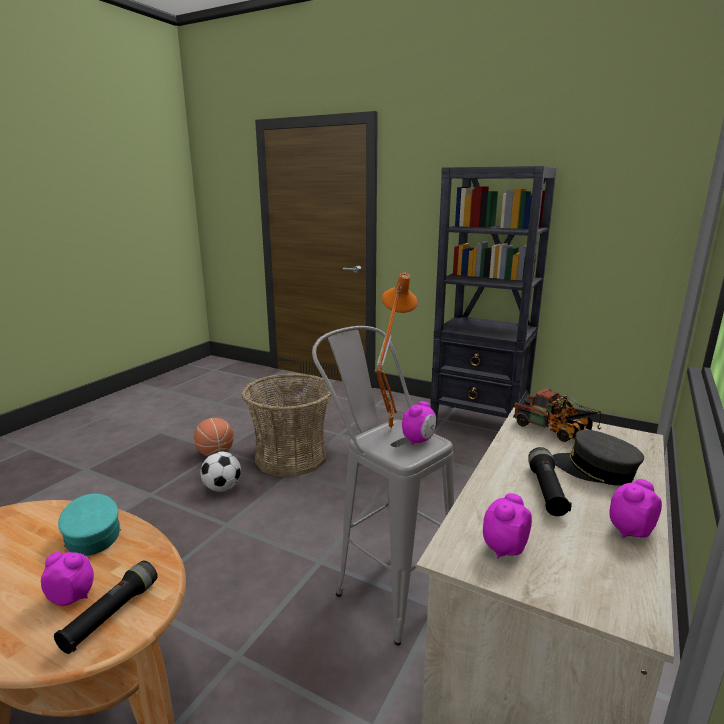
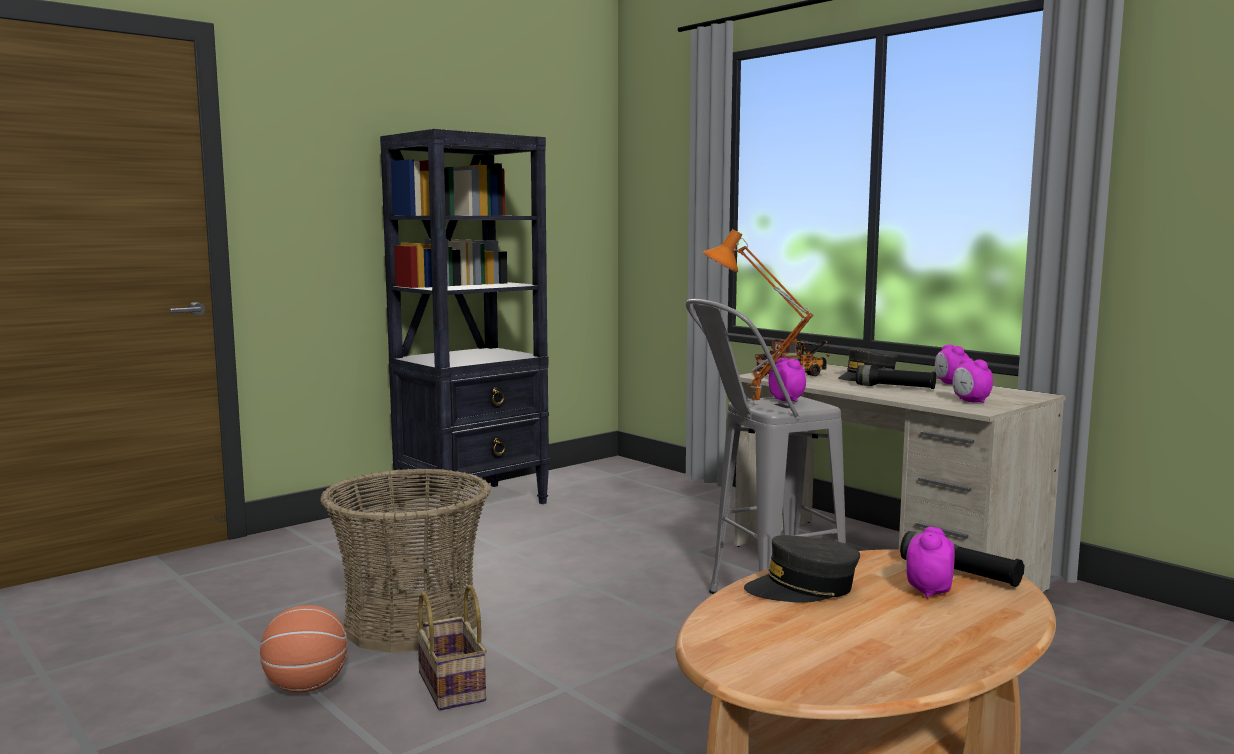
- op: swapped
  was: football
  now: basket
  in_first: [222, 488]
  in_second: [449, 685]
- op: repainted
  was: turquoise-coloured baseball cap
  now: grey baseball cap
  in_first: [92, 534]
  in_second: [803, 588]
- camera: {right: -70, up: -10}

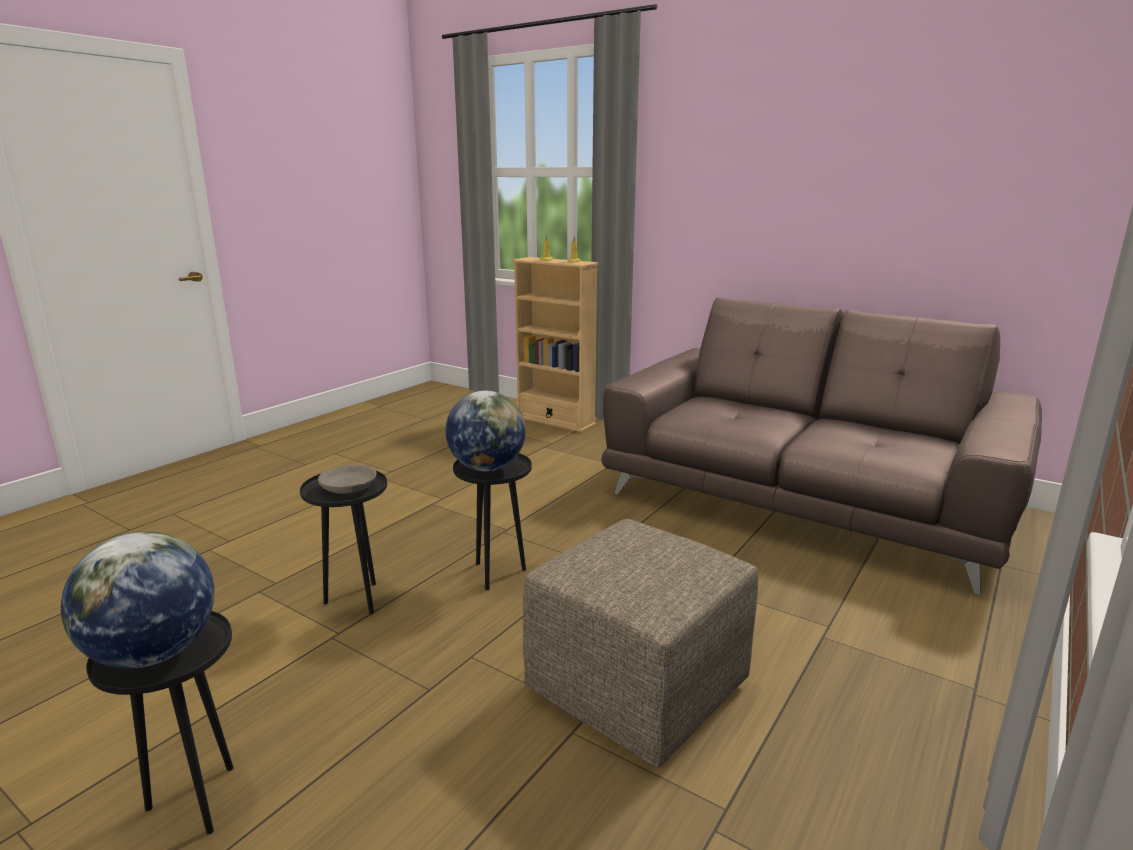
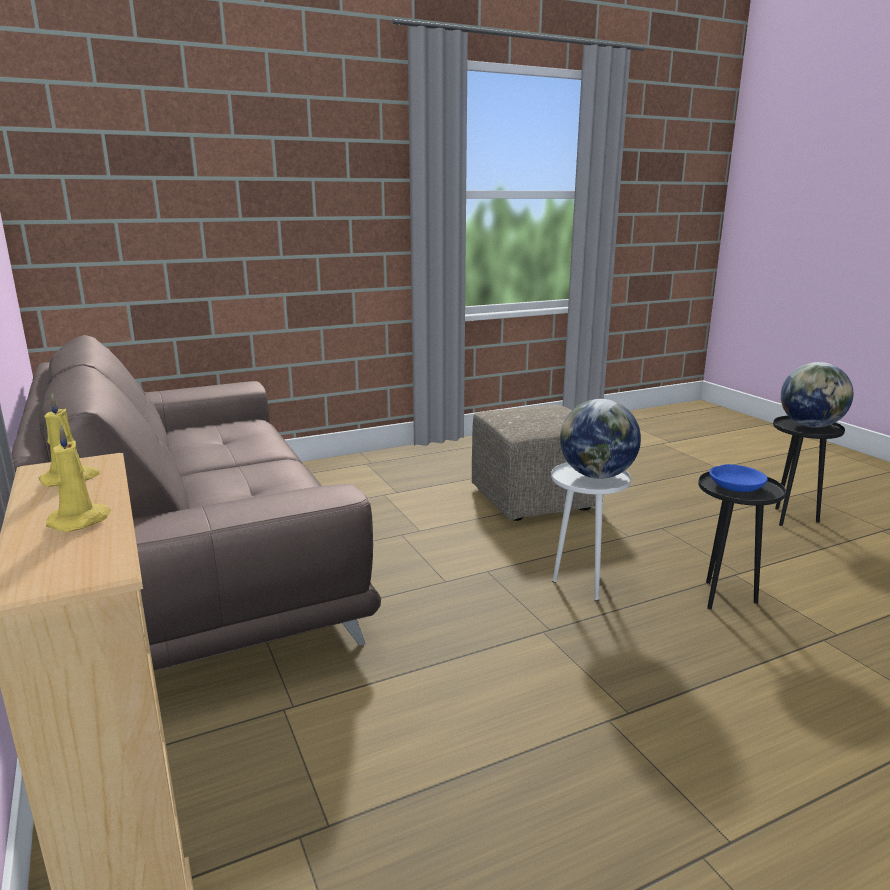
- op: repainted
  was: blackish accent table
  now: white-coloured accent table
  in_first: [496, 574]
  in_second: [582, 584]
- op: repainted
  was: grey serving bowl
  now: blue-coloured serving bowl
  in_first: [349, 487]
  in_second: [735, 486]
- camera: {right: -150, up: 0}

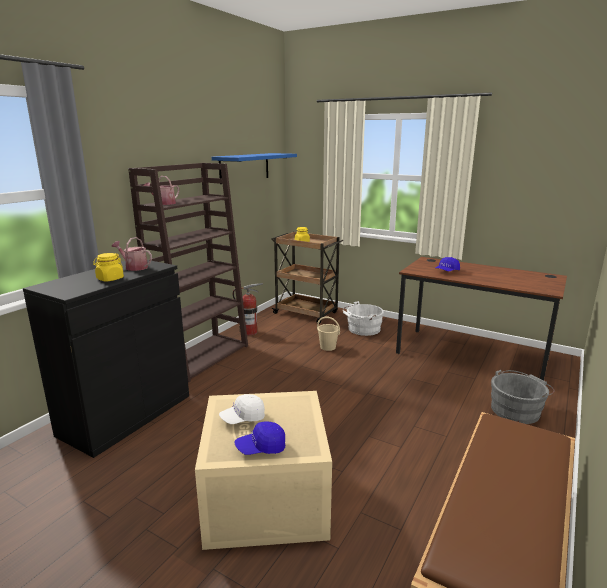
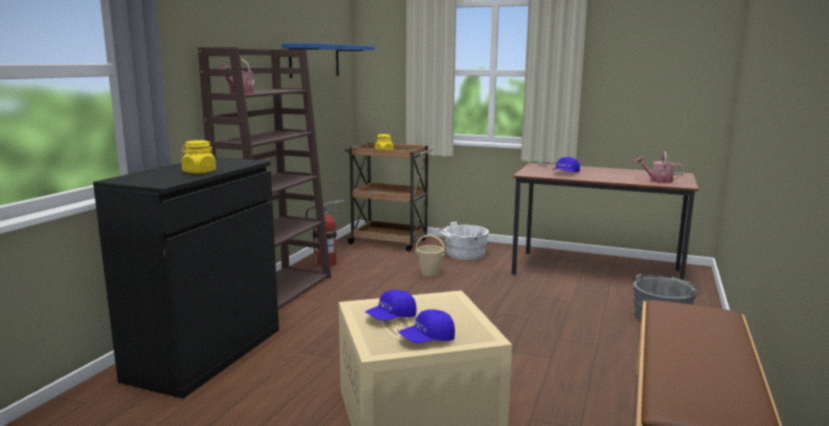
- op: repainted
  was: white-coloured baseball cap
  now: blue-coloured baseball cap
  in_first: [243, 418]
  in_second: [391, 317]
- op: shifted
  was: watering pot
  in_first: [134, 267]
  in_second: [658, 181]
- camera: {right: -10, up: -5}

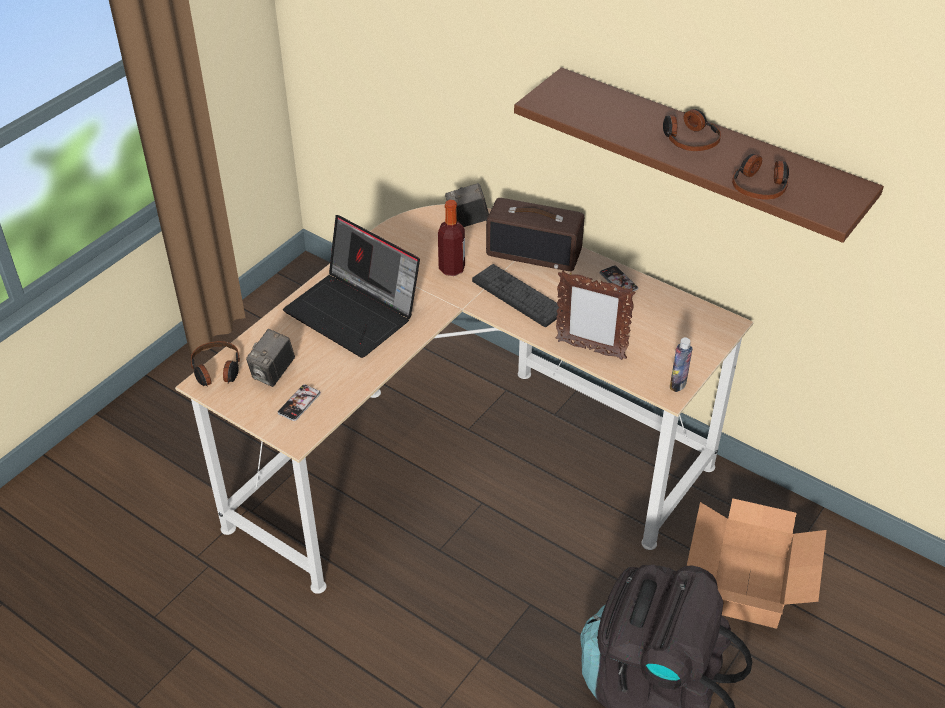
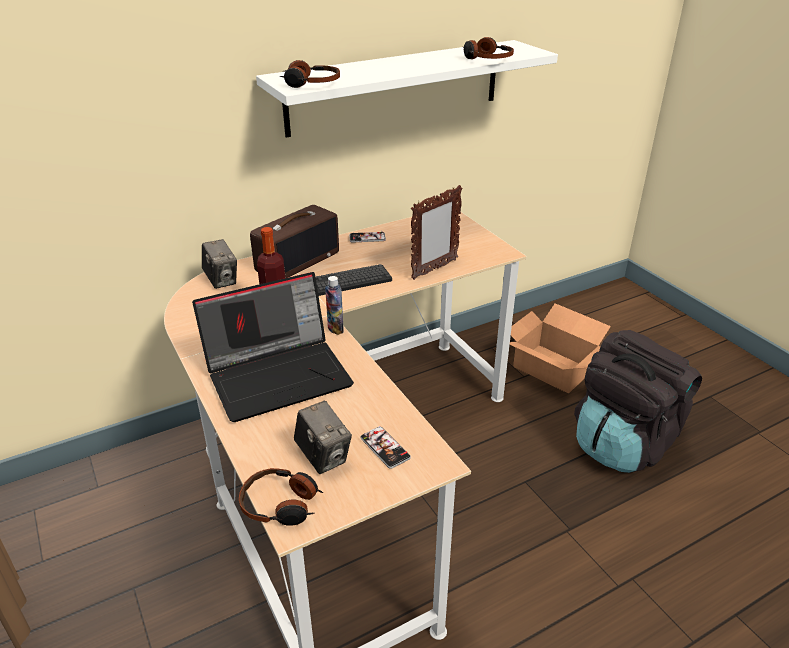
- op: rotated
  was: still camera
  in_first: [467, 221]
  in_second: [221, 280]
  clockwise: -45
- op: repainted
  was: brown-coloured wall shelf
  now: white-coloured wall shelf
  in_first: [707, 153]
  in_second: [395, 87]
- op: shifted
  was: headset
  in_first: [689, 139]
  in_second: [311, 83]
- op: shifted
  was: beverage bottle
  in_first: [678, 384]
  in_second: [335, 328]
- camera: {right: -65, up: -10}

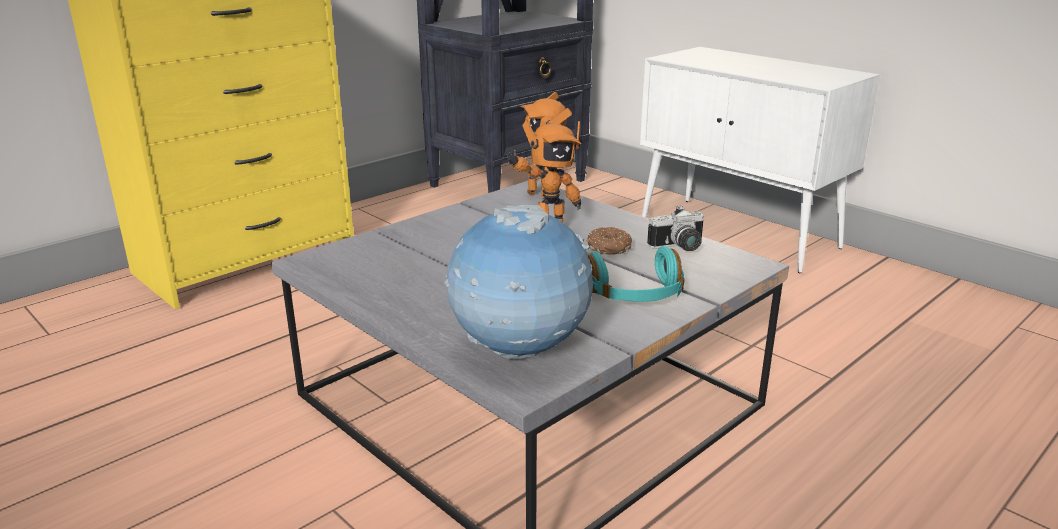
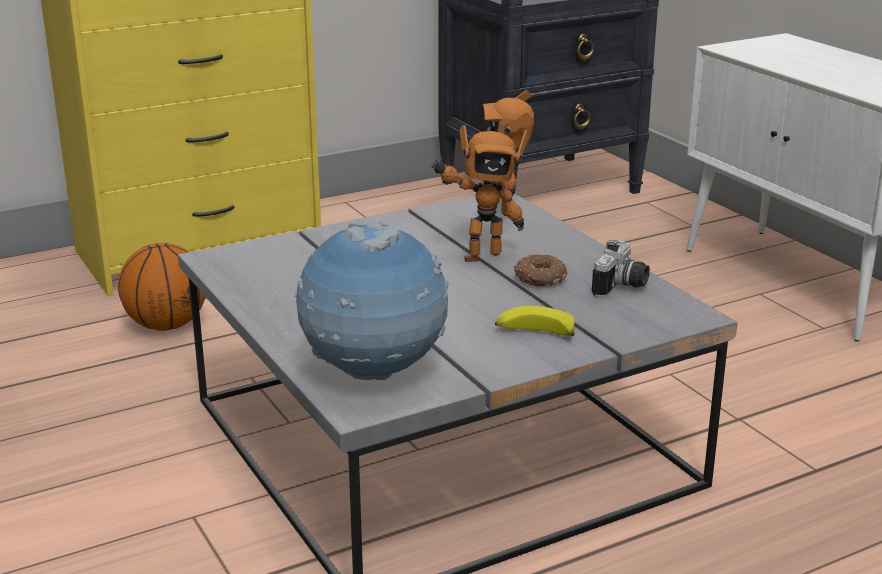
- op: new
  now: basketball
  in_second: [167, 325]
- op: swapped
  was: turquoise-coloured headset
  now: banana fruit
  in_first: [636, 295]
  in_second: [534, 333]
- op: rotated
  was: still camera
  in_first: [679, 247]
  in_second: [622, 287]
  clockwise: -60
- camera: {right: 15, up: 0}

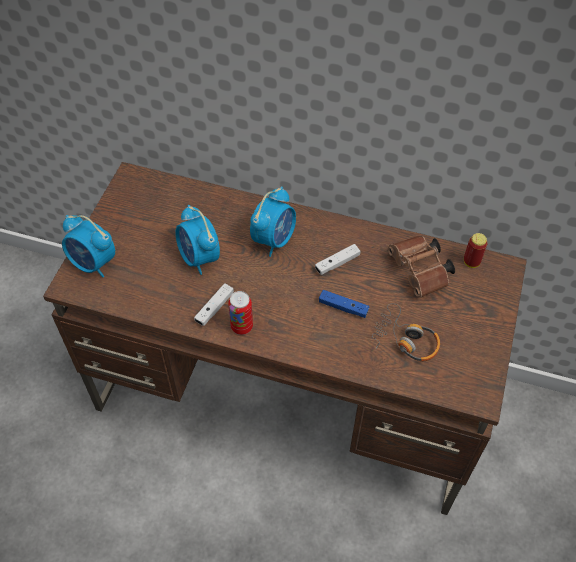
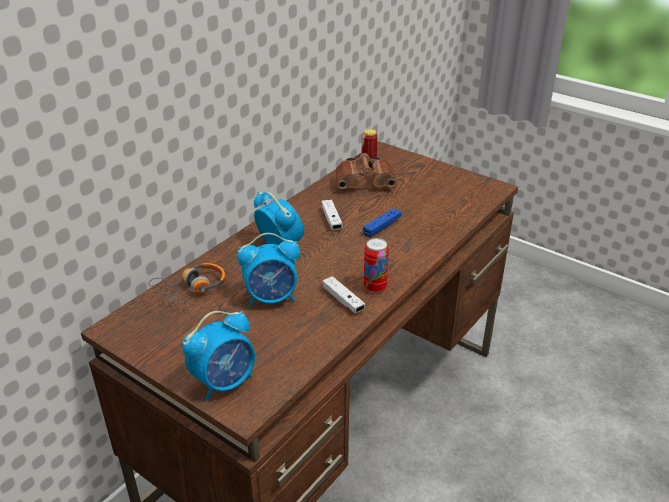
- op: shifted
  was: headset
  in_first: [405, 340]
  in_second: [191, 290]
- camera: {right: -70, up: -20}

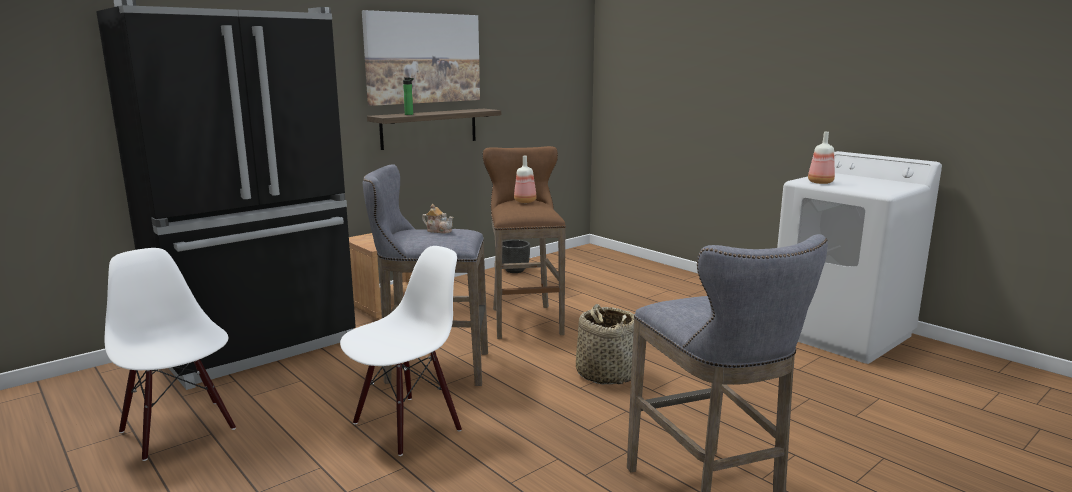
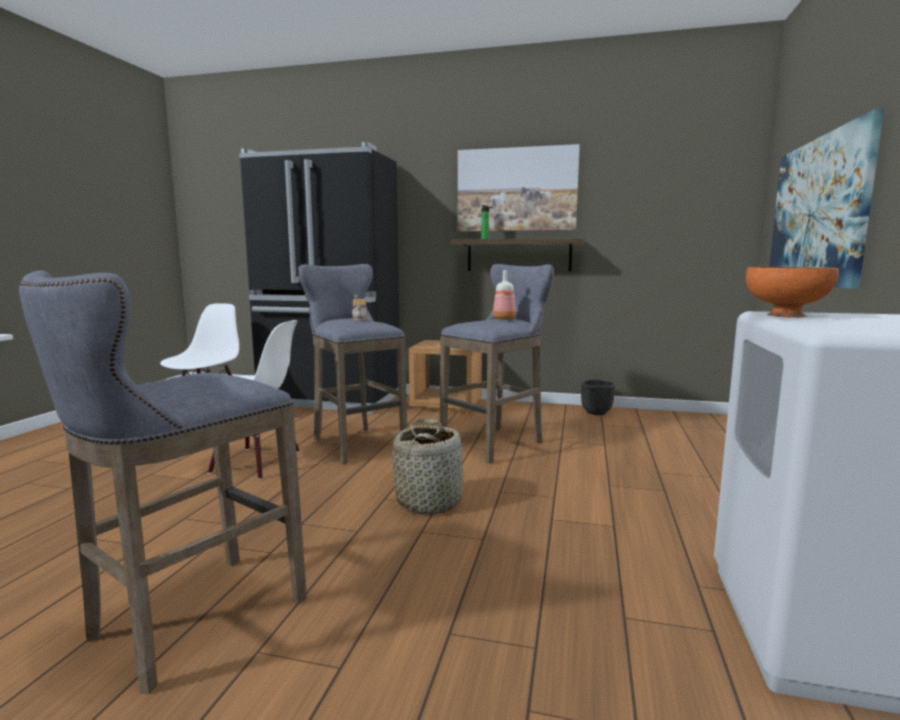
- op: repainted
  was: brown-coloured stool
  now: grey stool
  in_first: [524, 319]
  in_second: [496, 443]
- op: swapped
  was: beverage bottle
  now: orange-coloured serving bowl
  in_first: [819, 182]
  in_second: [785, 315]
- op: new
  now: wall art
  in_second: [817, 212]
- camera: {right: 55, up: -5}

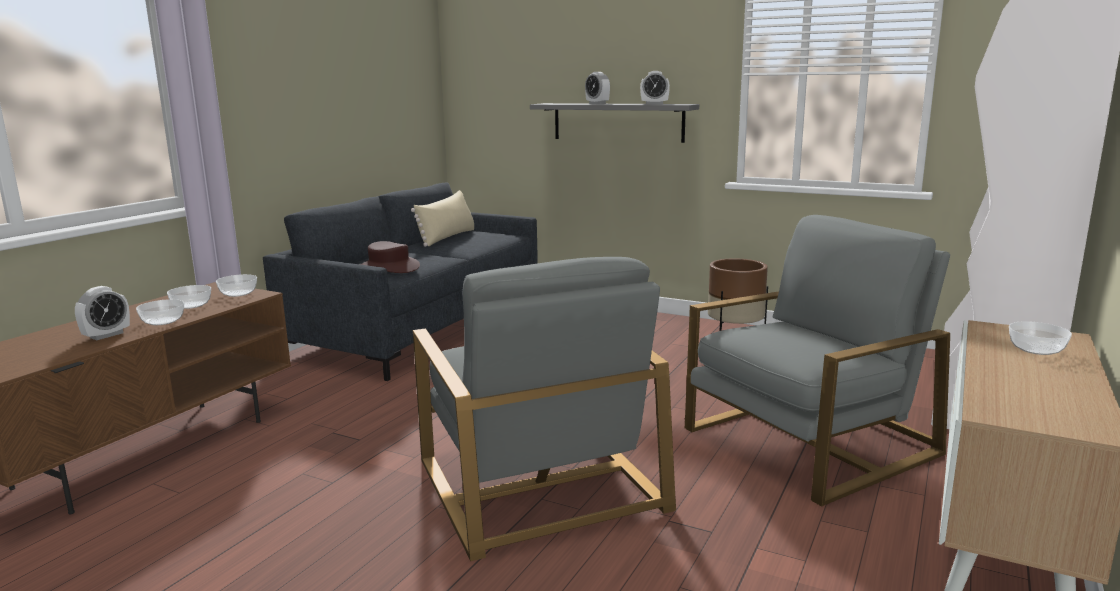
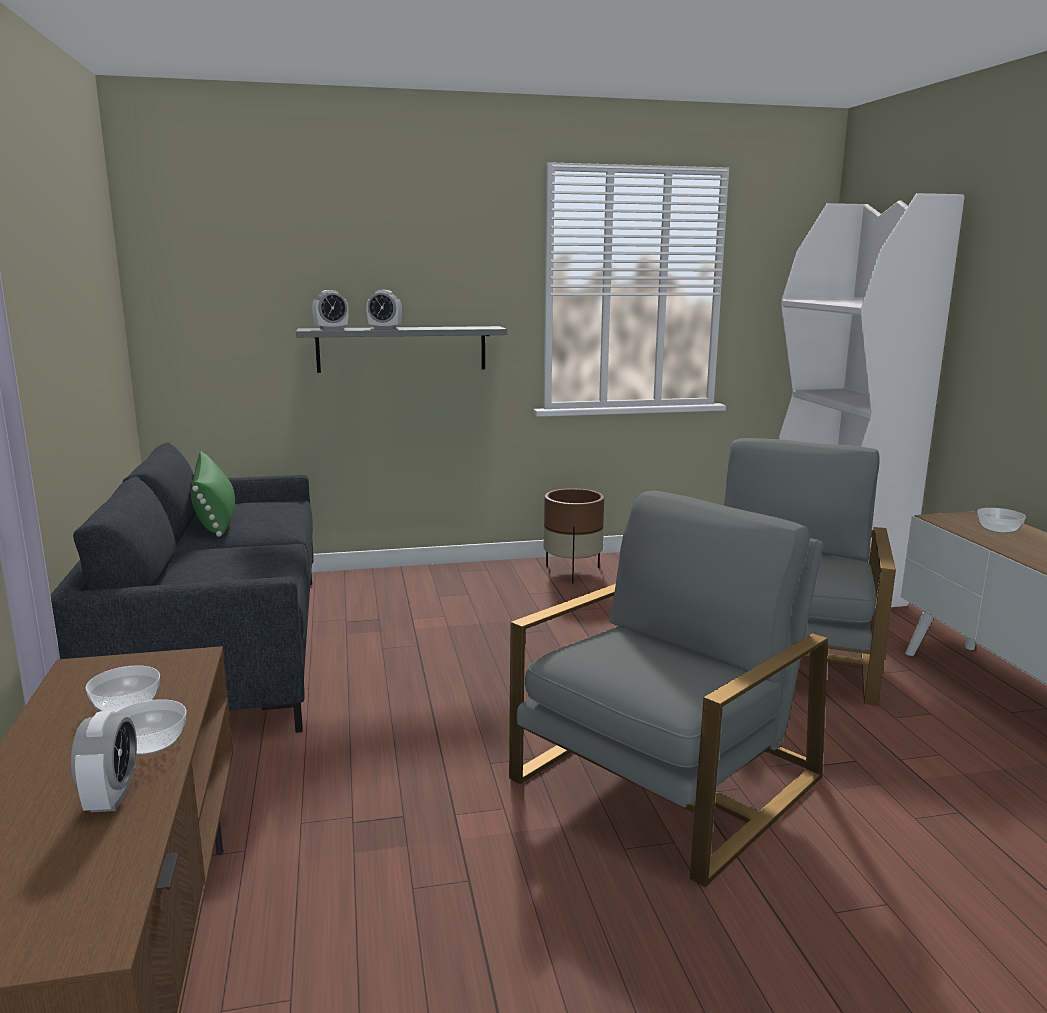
- op: repainted
  was: beige cushion
  now: greenish cushion
  in_first: [447, 237]
  in_second: [216, 518]
- op: shifted
  was: bedside clock
  in_first: [654, 104]
  in_second: [331, 329]
- op: rotated
  was: grey lounge chair
  in_first: [537, 483]
  in_second: [665, 780]
  clockwise: -75
- op: gone
  was: serving bowl
  in_first: [239, 293]
- op: gone
  was: brown-coloured wearable hat
  in_first: [389, 267]
- camera: {right: -40, up: 0}

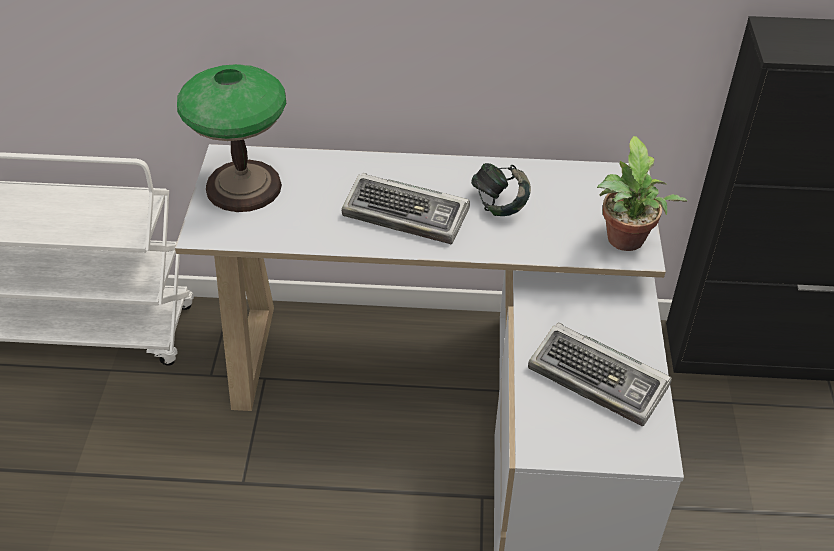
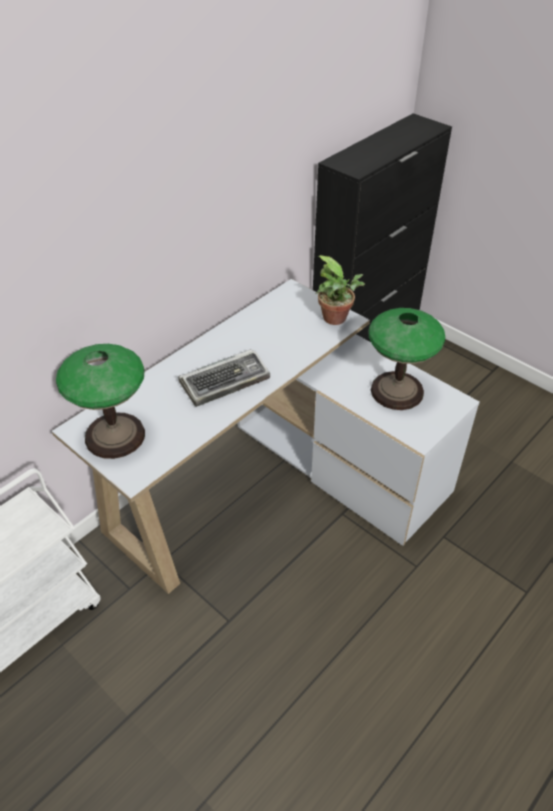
- op: swapped
  was: computer keyboard
  now: lamp for a table
  in_first: [599, 380]
  in_second: [397, 391]
- op: gone
  was: headset
  in_first: [499, 205]
- camera: {right: -50, up: 0}

